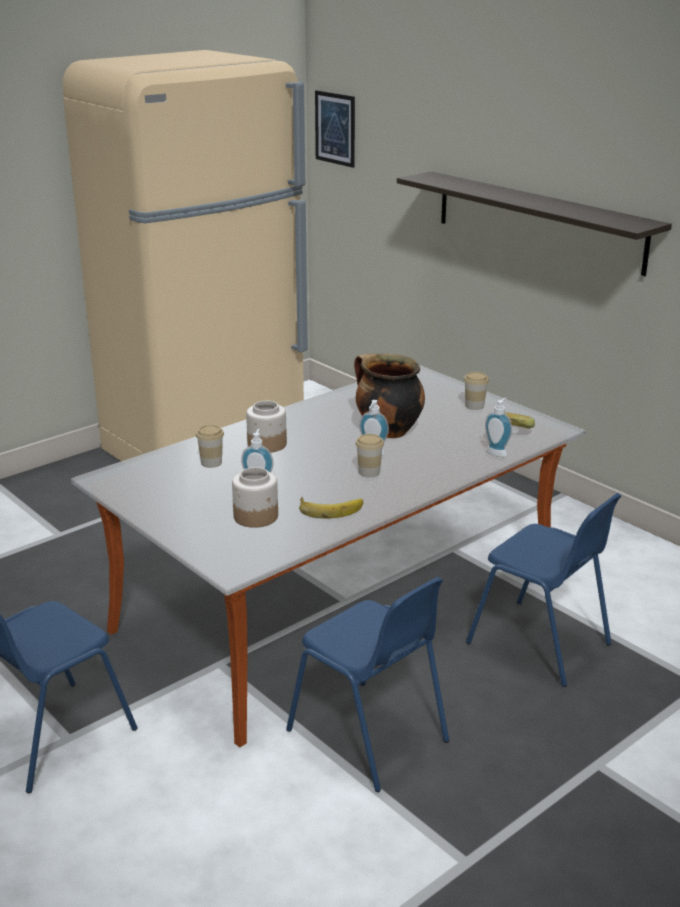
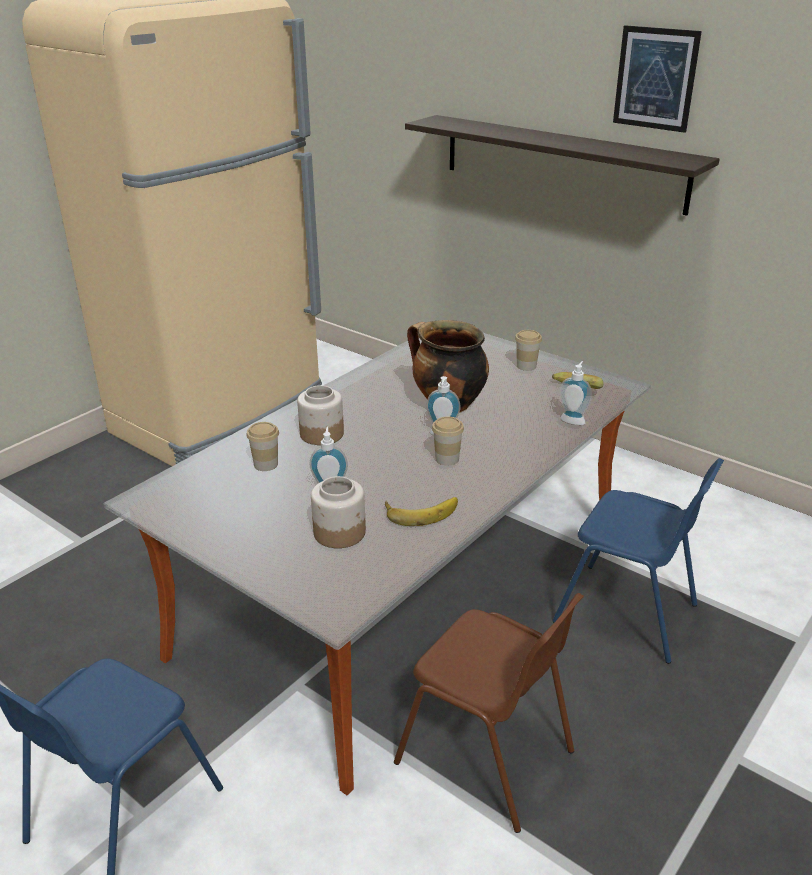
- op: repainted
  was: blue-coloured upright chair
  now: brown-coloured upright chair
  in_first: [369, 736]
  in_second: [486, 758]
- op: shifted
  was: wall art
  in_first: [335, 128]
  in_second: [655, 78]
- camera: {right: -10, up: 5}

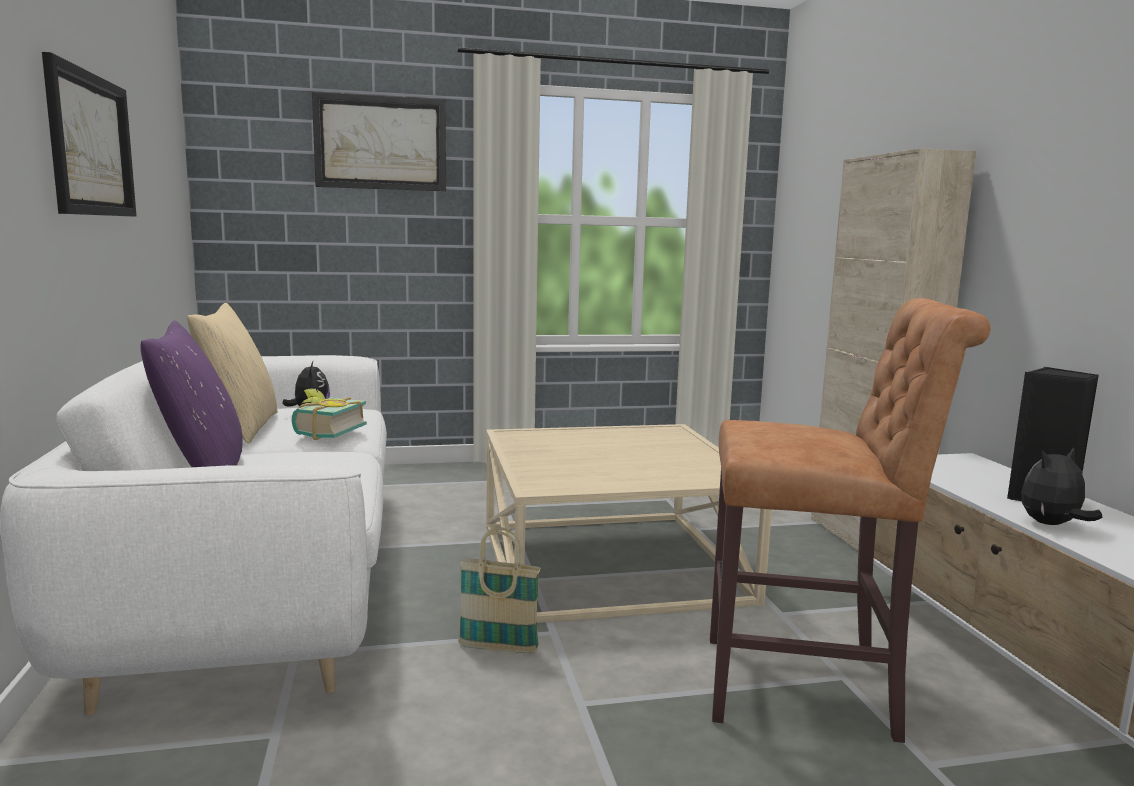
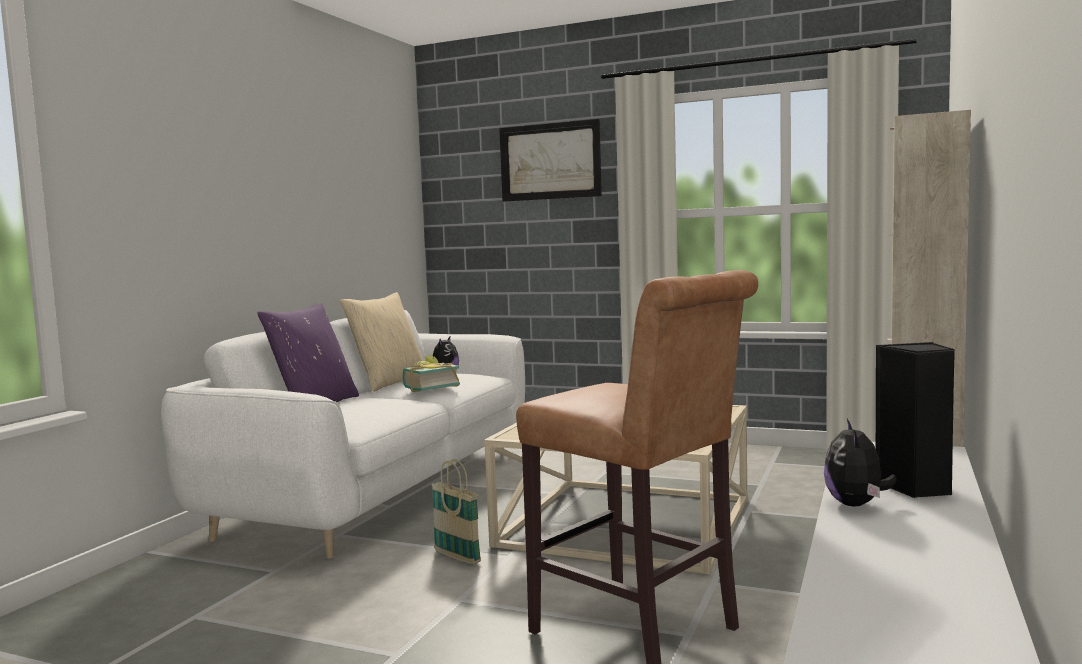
- op: rotated
  was: soft toy
  in_first: [1052, 525]
  in_second: [856, 505]
  clockwise: -90
- op: gone
  was: wall art
  in_first: [91, 145]
- camera: {right: 35, up: -5}

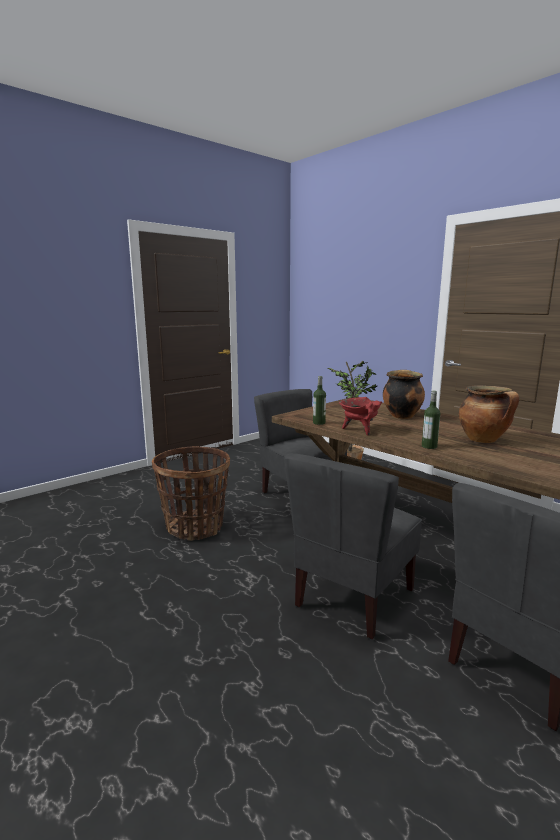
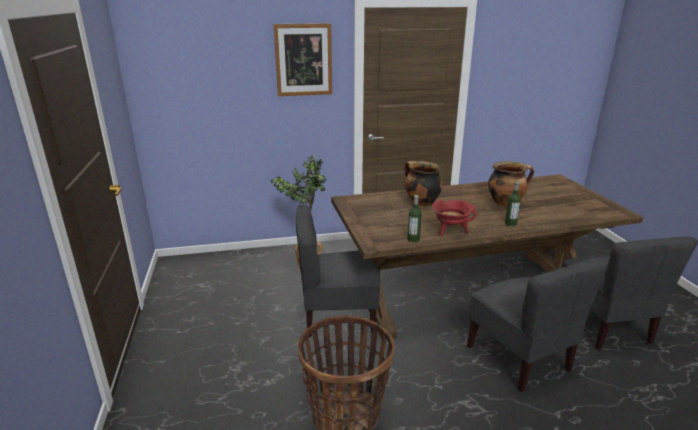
- op: new
  now: wall art
  in_second: [303, 60]
- camera: {right: -60, up: 10}

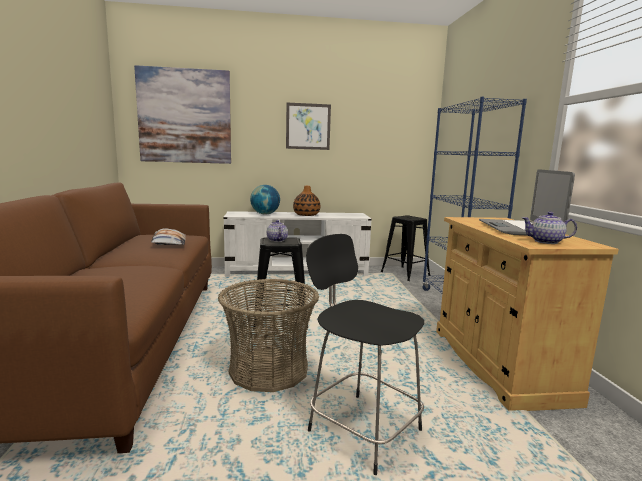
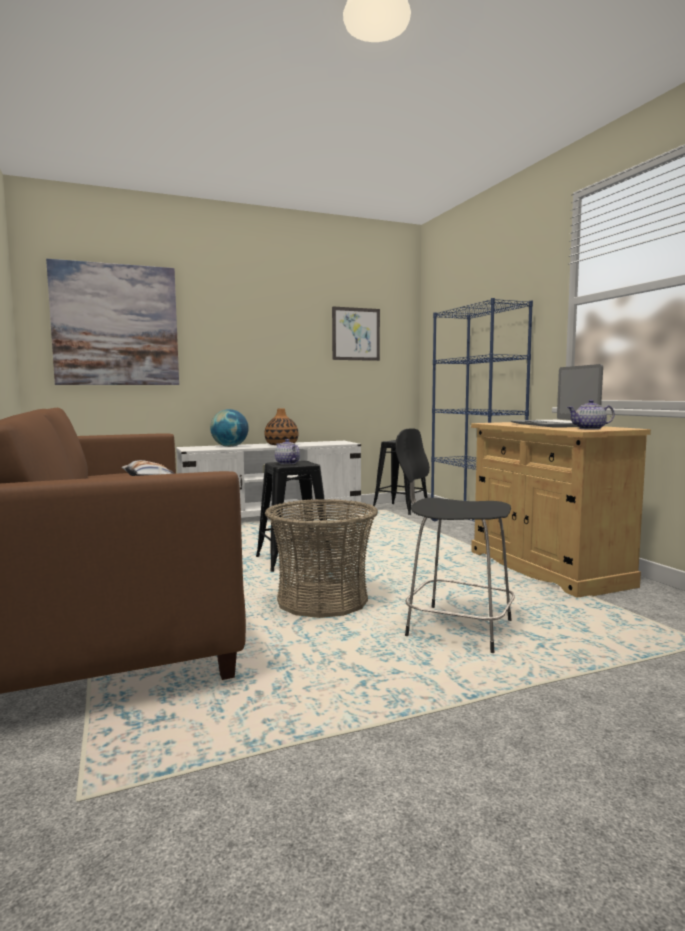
- op: shifted
  was: wall art
  in_first: [308, 126]
  in_second: [356, 334]
- camera: {right: -15, up: -5}

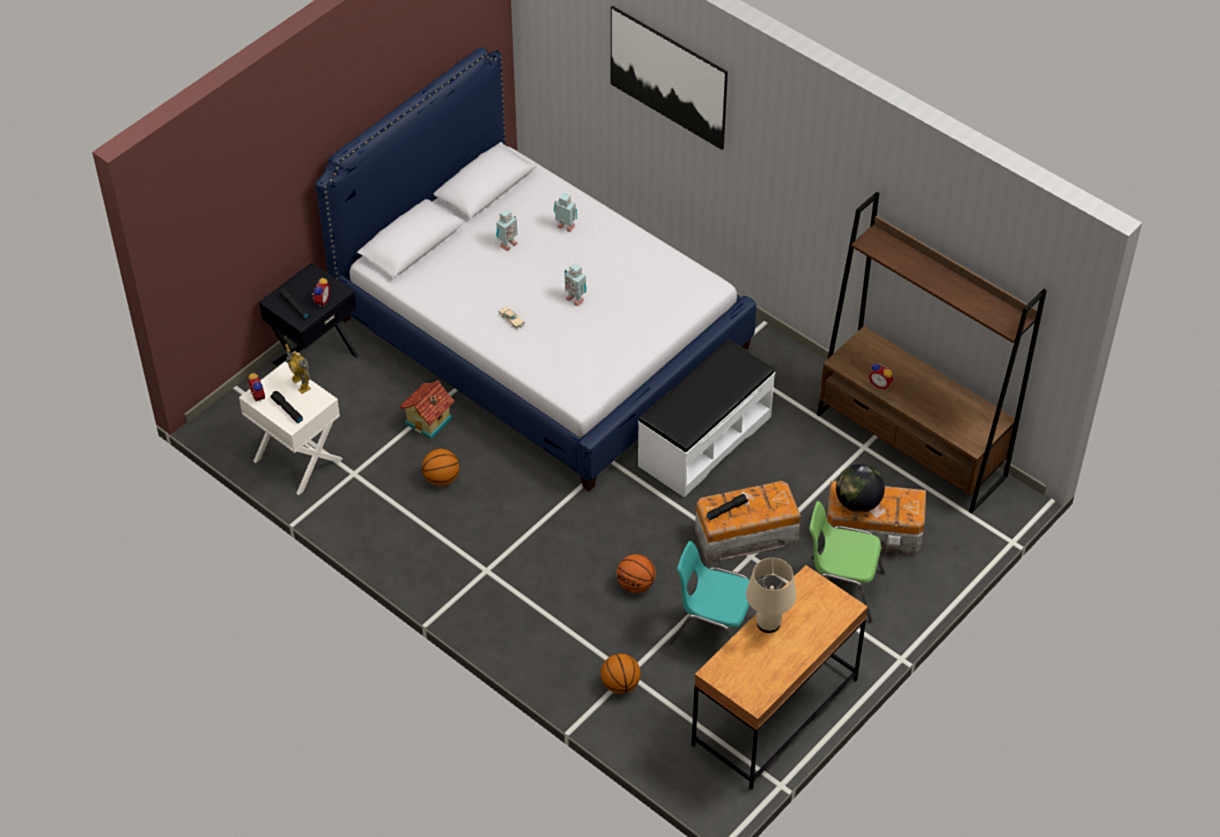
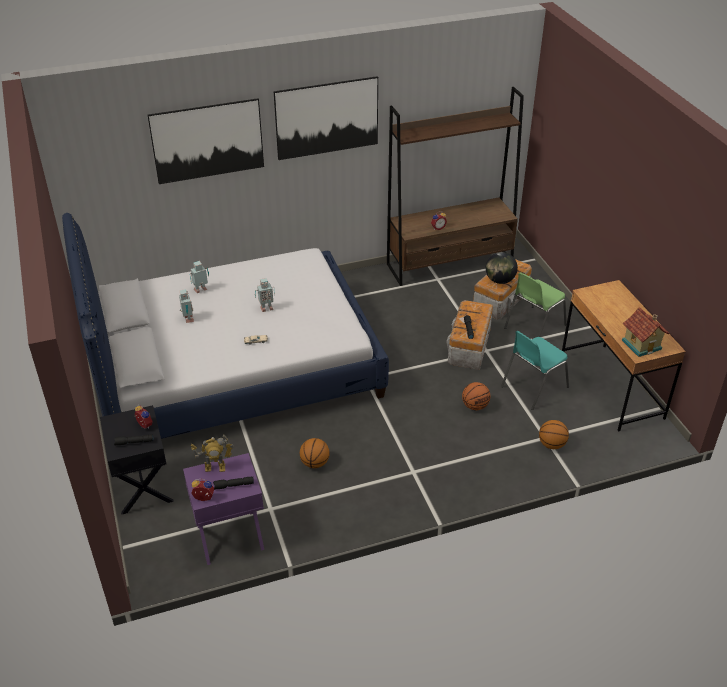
- op: repainted
  was: white-coloured nightstand
  now: purple-coloured nightstand
  in_first: [297, 460]
  in_second: [230, 537]
- op: new
  now: wall art
  in_second: [327, 118]
- op: shifted
  was: model house
  in_first: [429, 421]
  in_second: [642, 344]
- op: gone
  was: white-coloured indoor bench
  in_first: [704, 441]
- op: gone
  was: beige lamp for a table
  in_first: [769, 623]
- camera: {right: -60, up: -10}

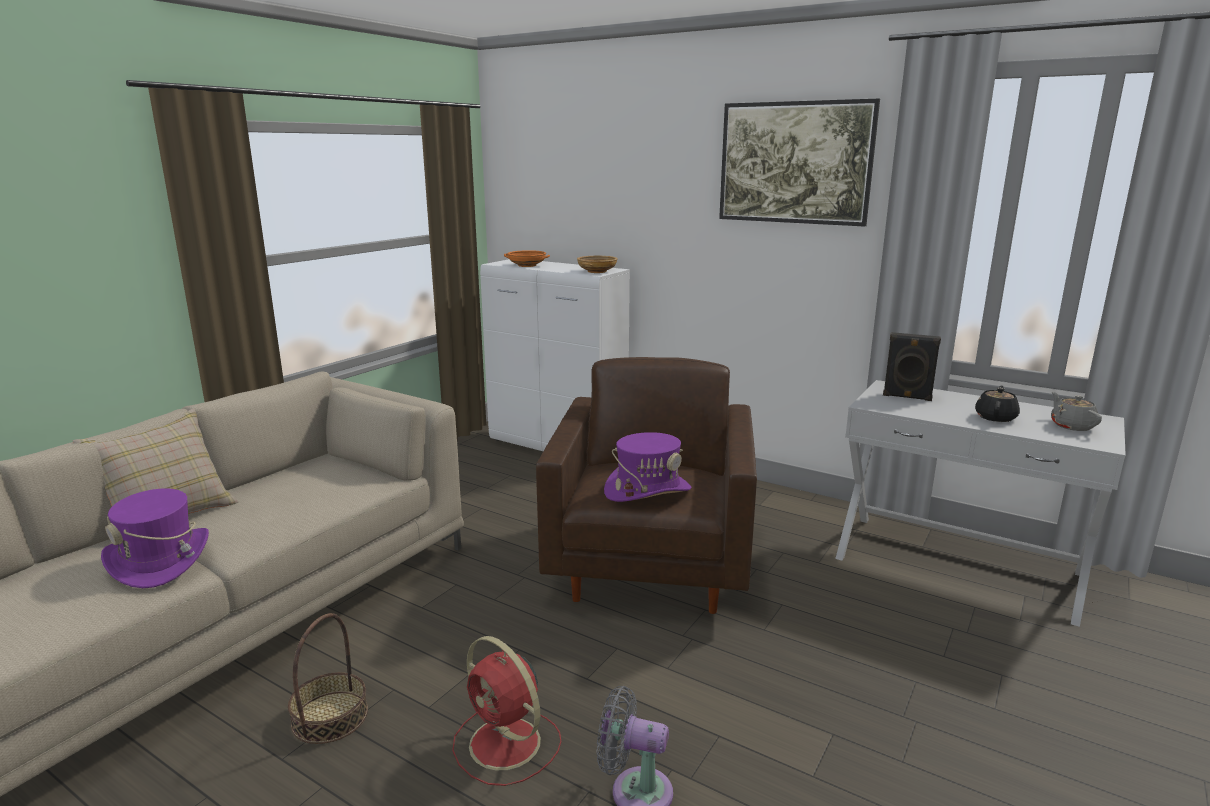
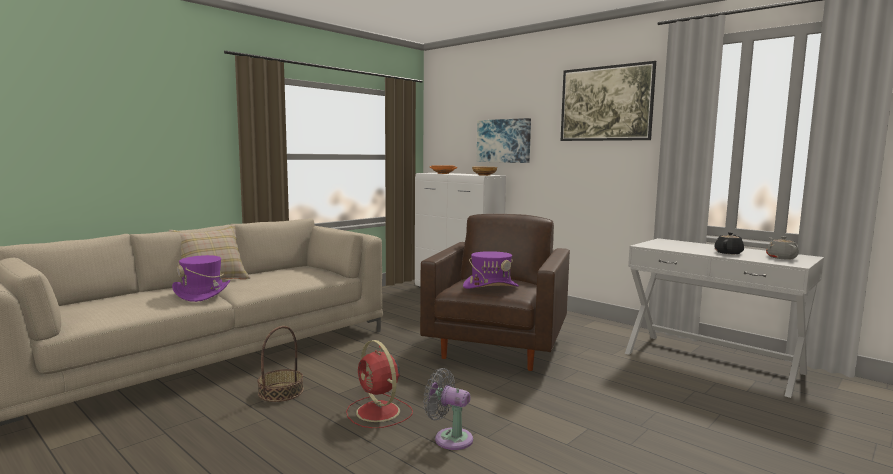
- op: new
  now: wall art
  in_second: [504, 141]
- op: gone
  was: blackish loudspeaker
  in_first: [907, 397]
- camera: {right: 10, up: -10}

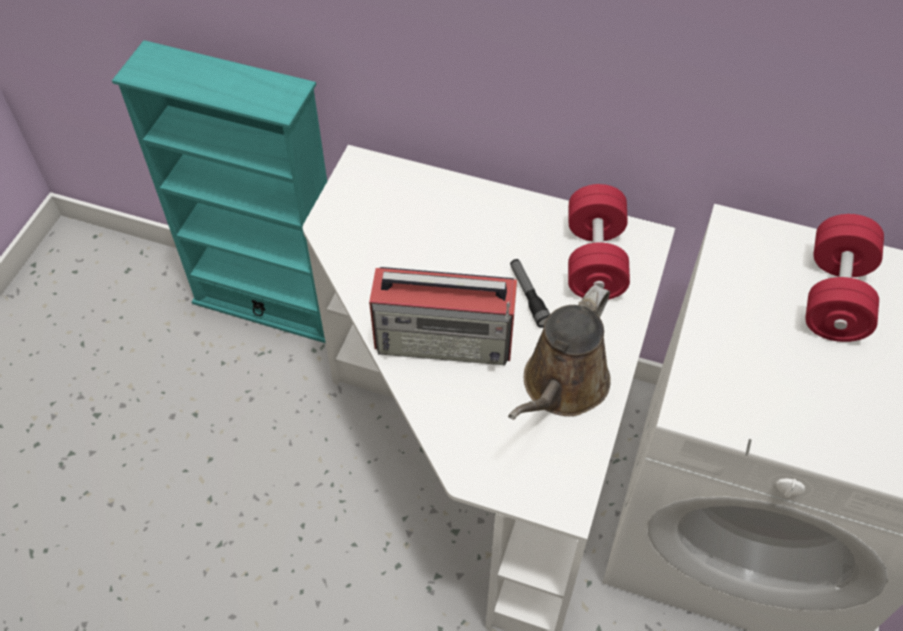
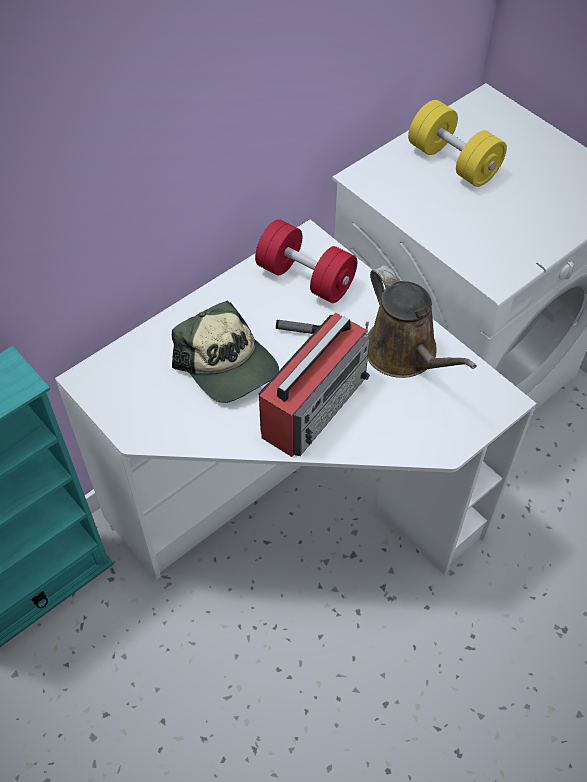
- op: new
  now: baseball cap
  in_second: [227, 365]
- op: repainted
  was: red hand weight
  now: yellowish hand weight
  in_first: [835, 296]
  in_second: [453, 162]
- camera: {right: -60, up: 0}

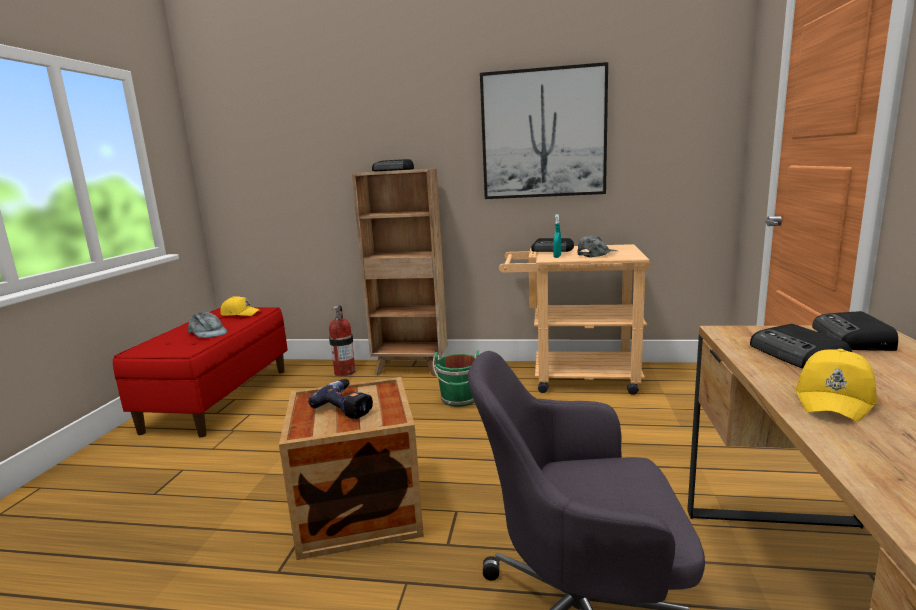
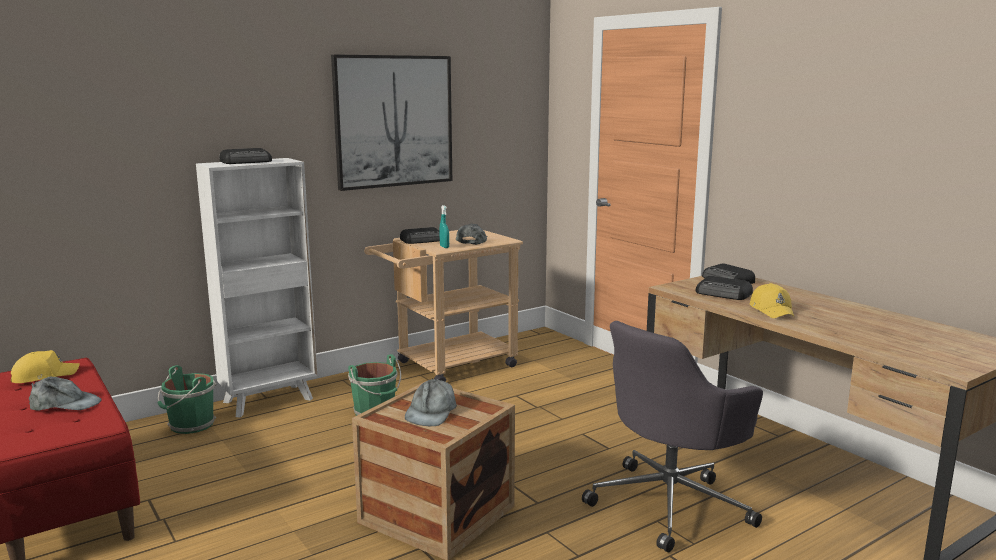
- op: swapped
  was: fire-fighting cylinder
  now: greenish pail
  in_first: [345, 372]
  in_second: [190, 425]
- op: repainted
  was: brown-coloured bookcase
  now: white-coloured bookcase
  in_first: [411, 368]
  in_second: [270, 400]
- op: swapped
  was: electric drill
  now: grey baseball cap
  in_first: [348, 406]
  in_second: [431, 412]
- camera: {right: -45, up: 0}

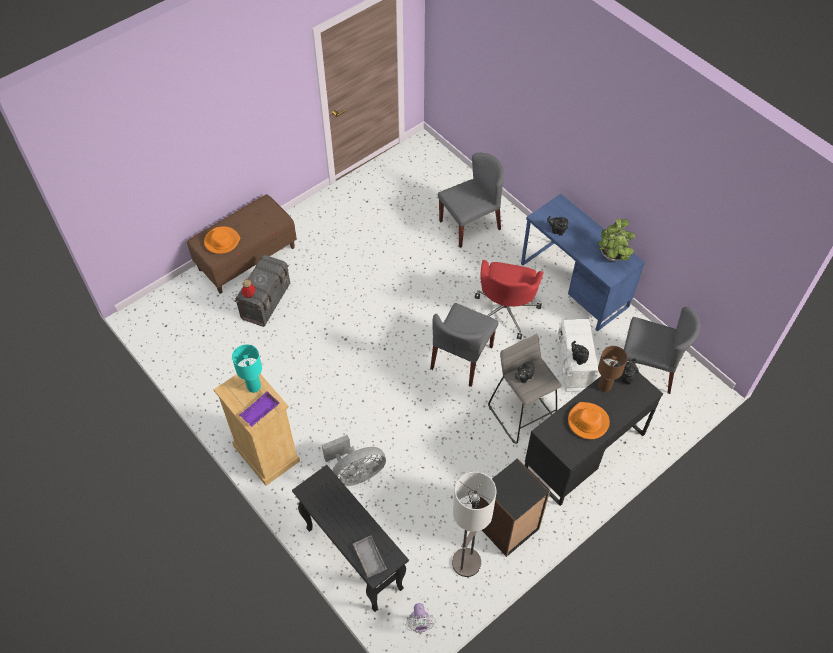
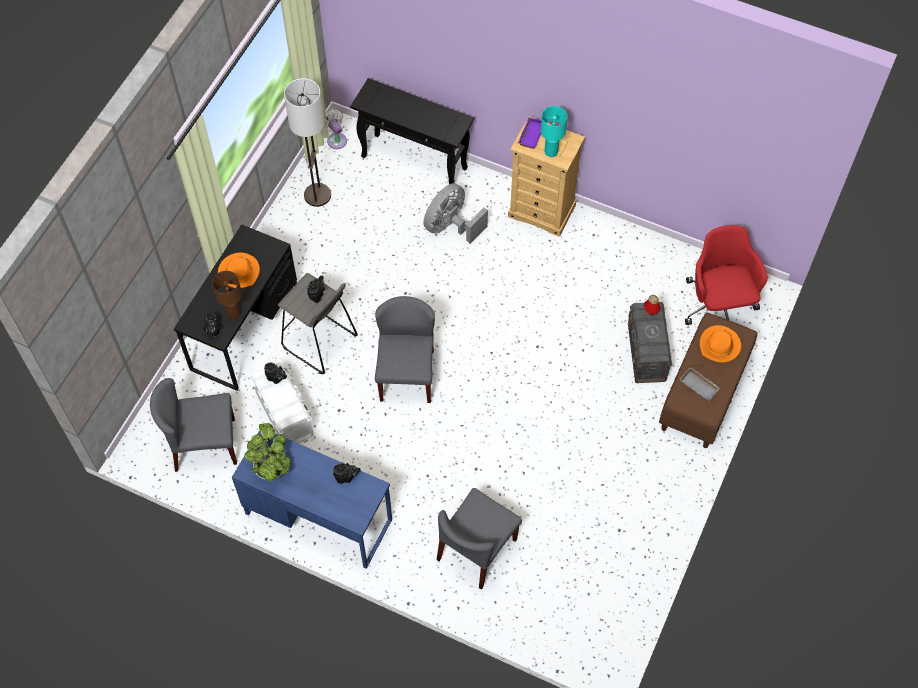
- op: shifted
  was: grey serving tray
  in_first: [368, 558]
  in_second: [700, 385]
- op: shifted
  was: red office chair
  in_first: [505, 311]
  in_second: [718, 305]
- op: gone
  was: blackish bookcase
  in_first: [508, 527]
- camera: {right: 155, up: 5}

